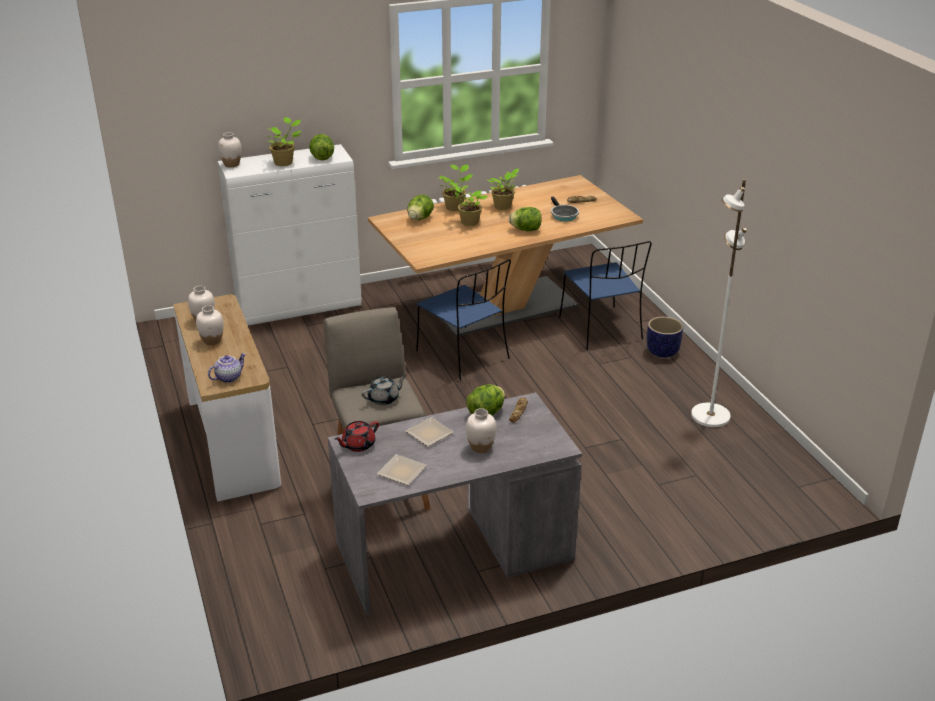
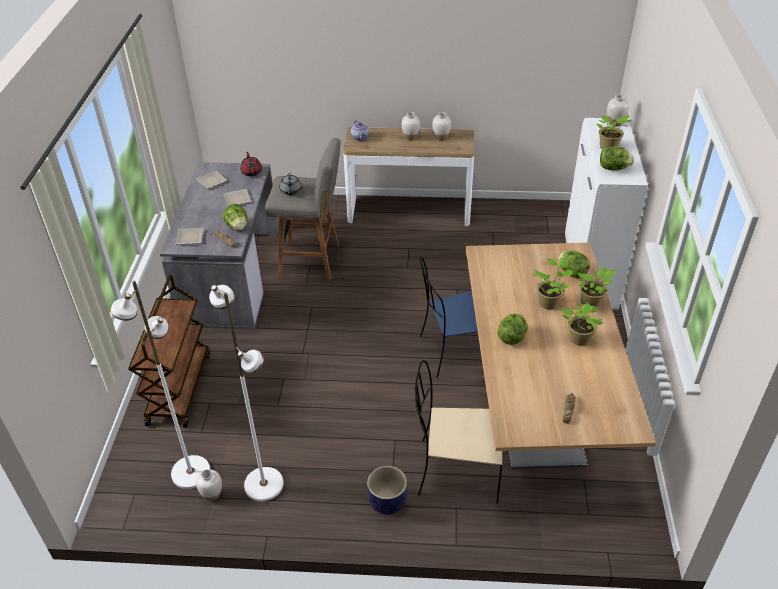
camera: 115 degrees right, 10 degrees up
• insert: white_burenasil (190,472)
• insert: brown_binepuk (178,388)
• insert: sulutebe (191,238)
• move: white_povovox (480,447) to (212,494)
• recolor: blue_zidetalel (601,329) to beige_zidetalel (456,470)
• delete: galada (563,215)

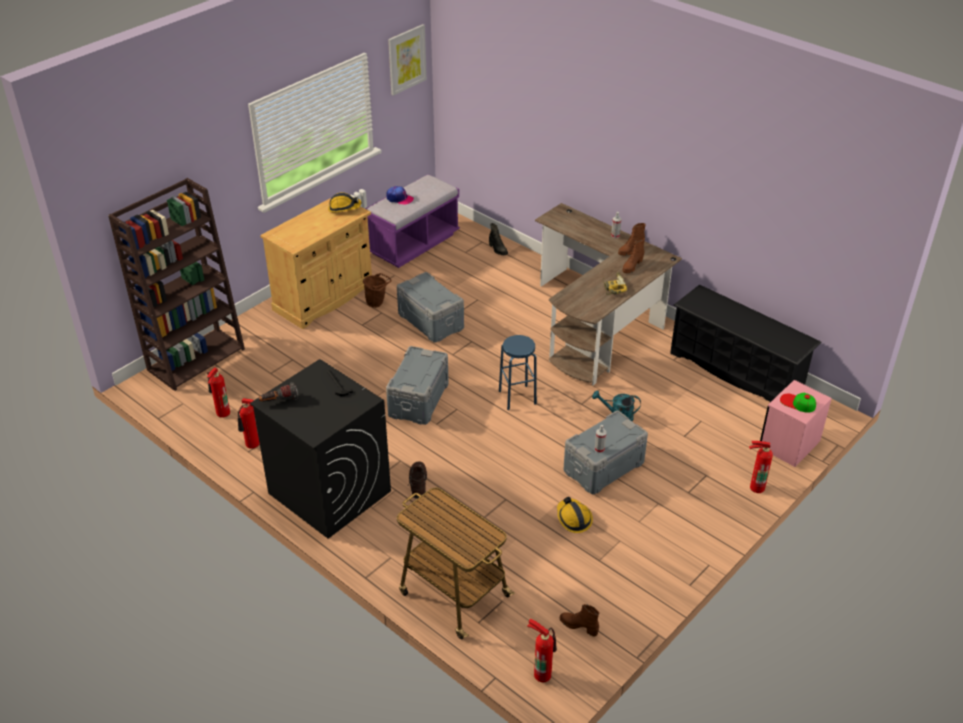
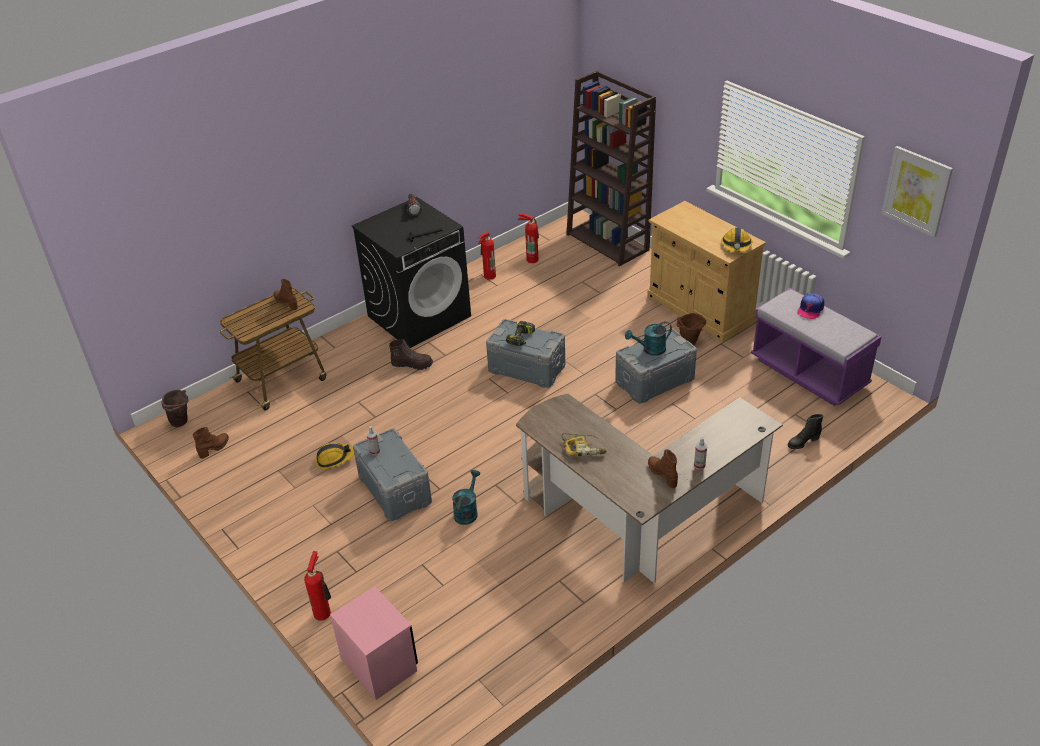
camera: 100 degrees right, 0 degrees up
• replace: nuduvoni (542,673) to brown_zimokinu (182,422)
• move: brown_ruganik (632,266) to (286,302)
• insert: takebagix (521,338)
• insert: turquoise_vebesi (650,350)
• delete: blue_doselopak (517,397)
• delete: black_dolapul (736,371)
• delete: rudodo (797,403)

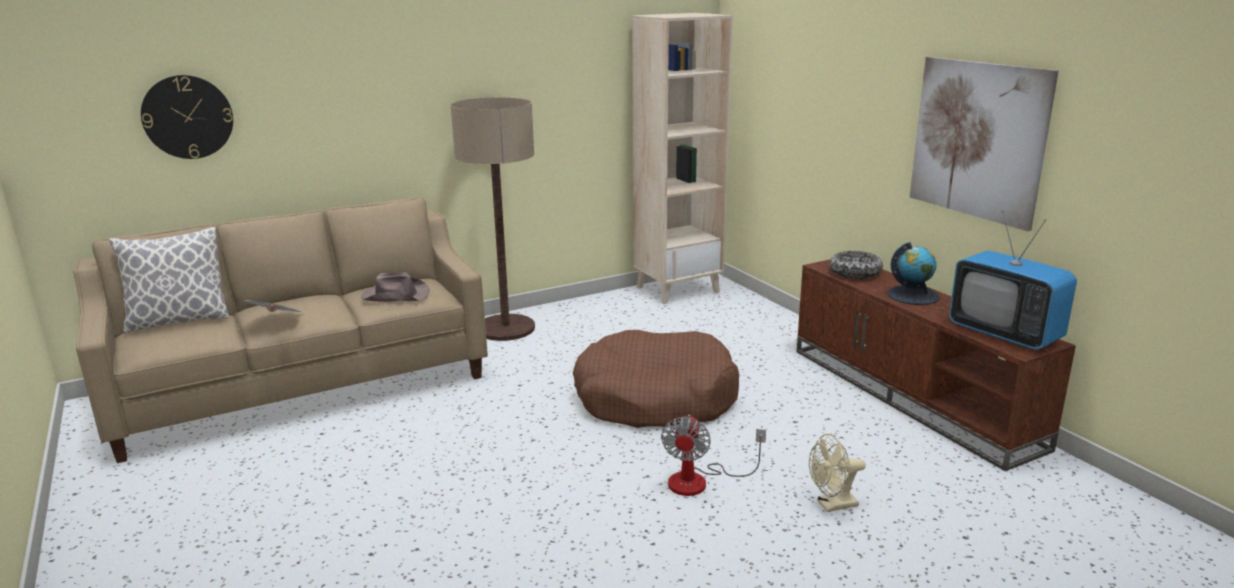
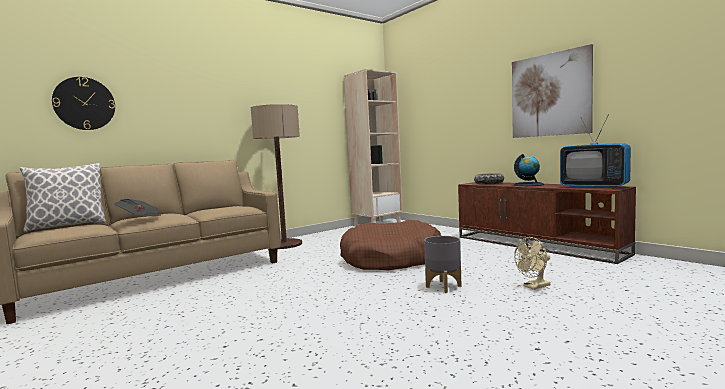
camera: 10 degrees left, 15 degrees down
• replace: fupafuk (700,481) to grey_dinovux (443,286)
• delete: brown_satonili (395,295)

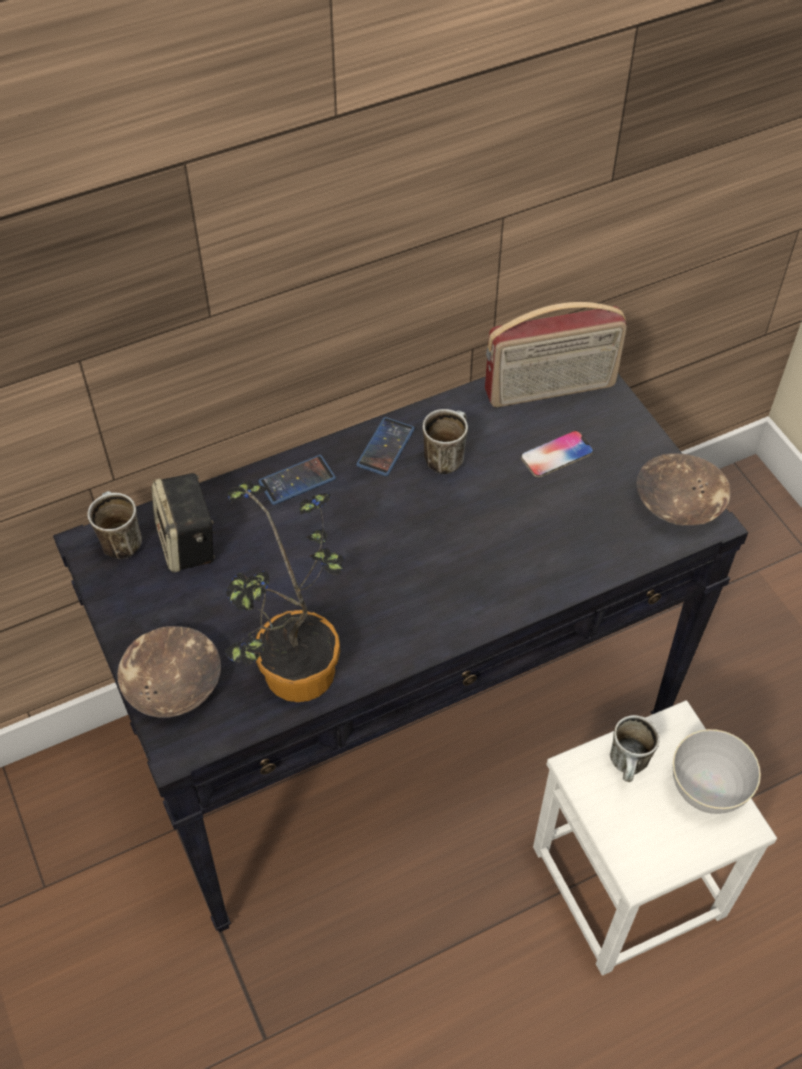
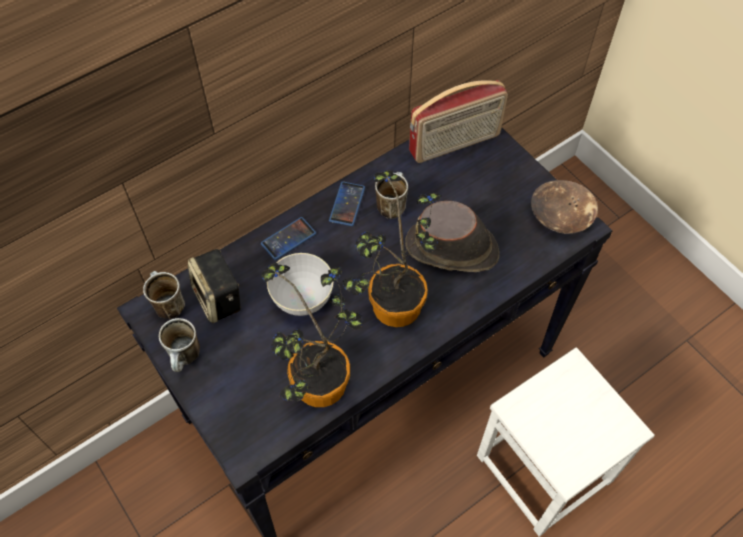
camera: 10 degrees left, 5 degrees up
• move: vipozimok (629,767) to (186,358)
• move: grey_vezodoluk (707,788) to (302,298)
• insert: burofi (390,310)
• insert: brown_satonili (452,249)
• delete: brown_vezodoluk (172,681)
• delete: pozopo (556,455)

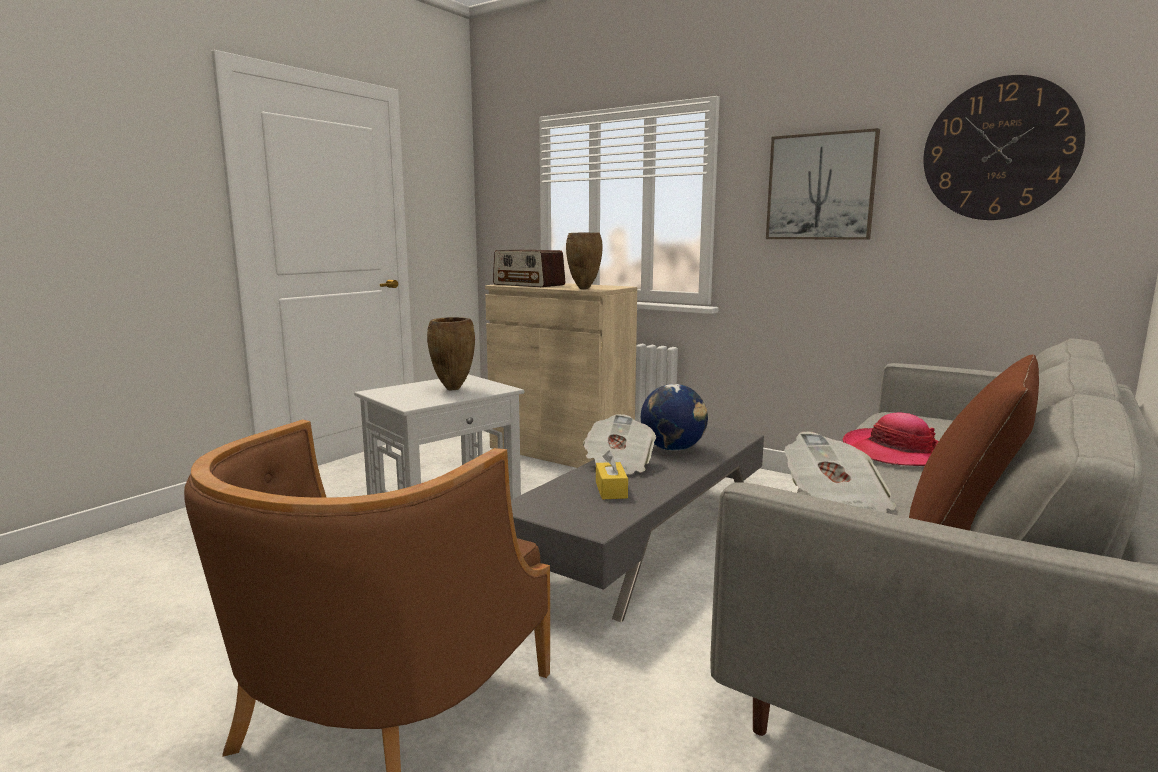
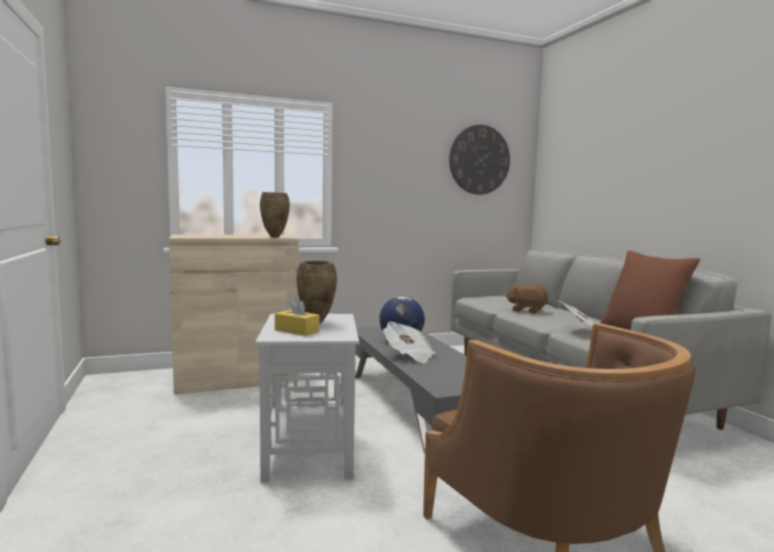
camera: 55 degrees left, 5 degrees down
• move: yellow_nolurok (611,490) to (297,331)
• replace: satonili (896,452) to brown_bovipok (527,310)
• delete: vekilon (529,285)
• delete: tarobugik (820,187)

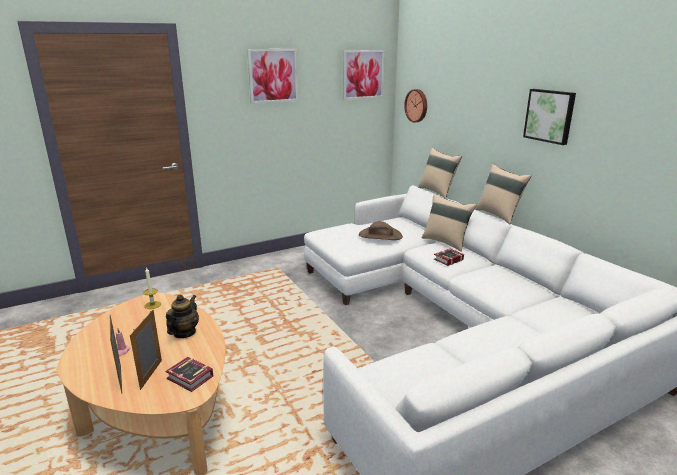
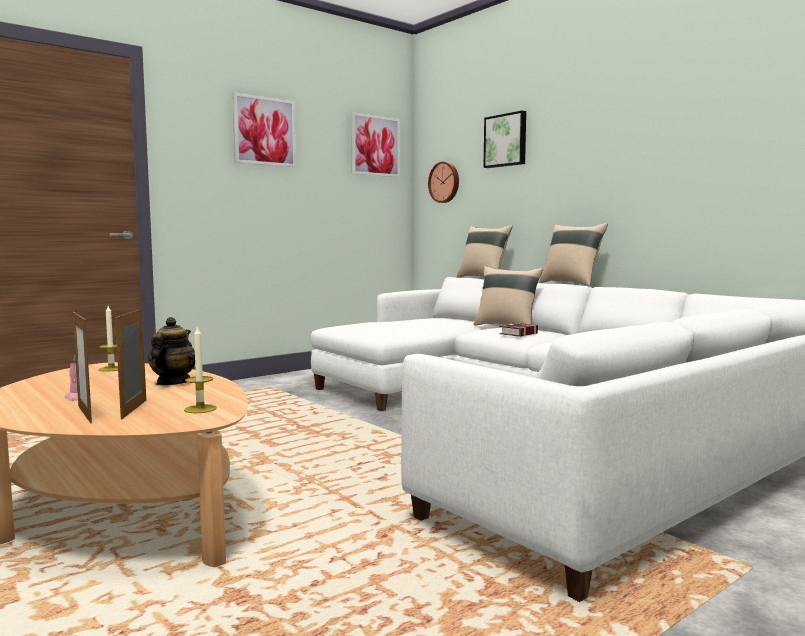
camera: 10 degrees left, 15 degrees down
• replace: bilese (190,379) to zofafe (200,409)
• move: tarobugik (550,116) to (506,140)
• delete: brown_satonili (380,236)

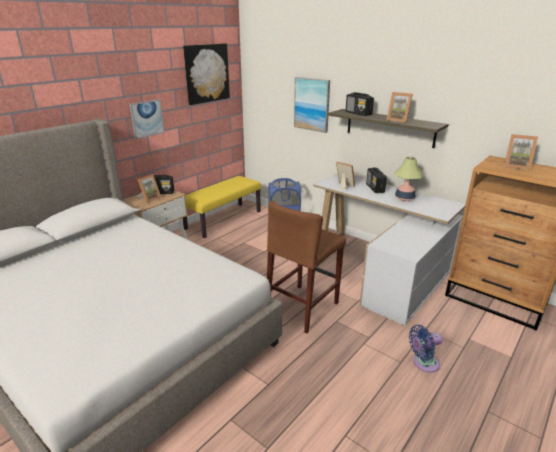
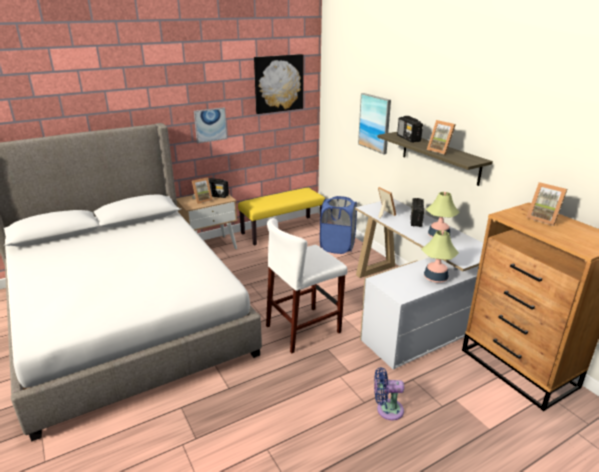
camera: 20 degrees right, 0 degrees up
• recolor: brown_doselopak (302,307) to white_doselopak (303,329)
• insert: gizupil (435,278)

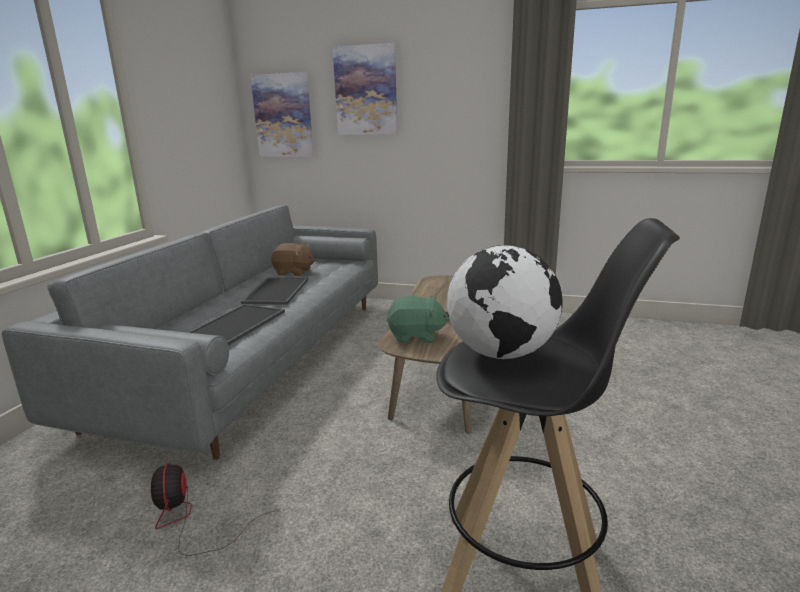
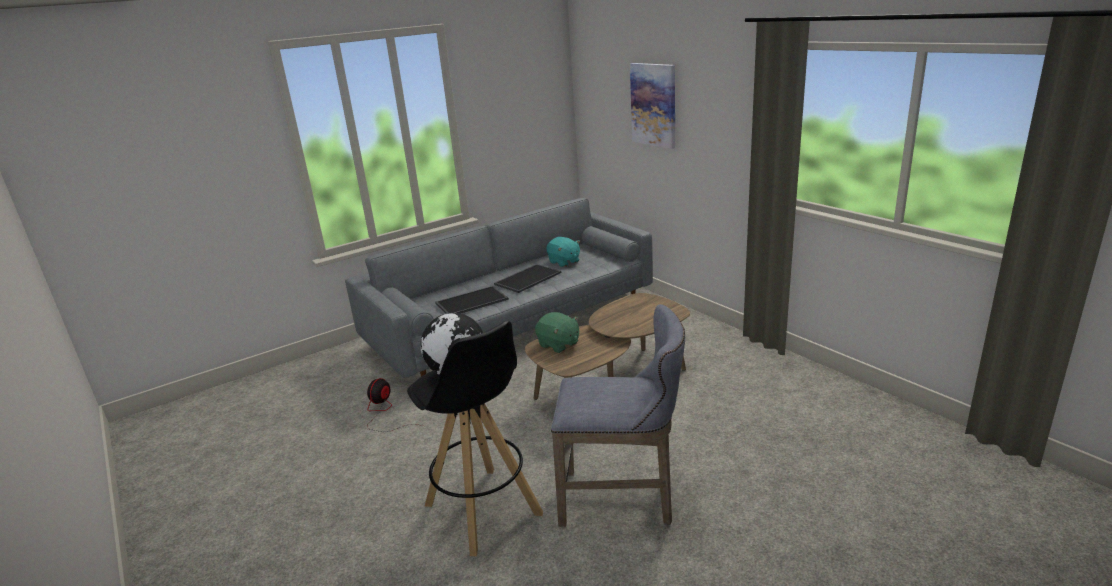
camera: 40 degrees right, 5 degrees up
• recolor: brown_bovipok (294,272) to turquoise_bovipok (564,262)
• insert: grey_doselopak (623,500)
• delete: tarobugik (283,116)

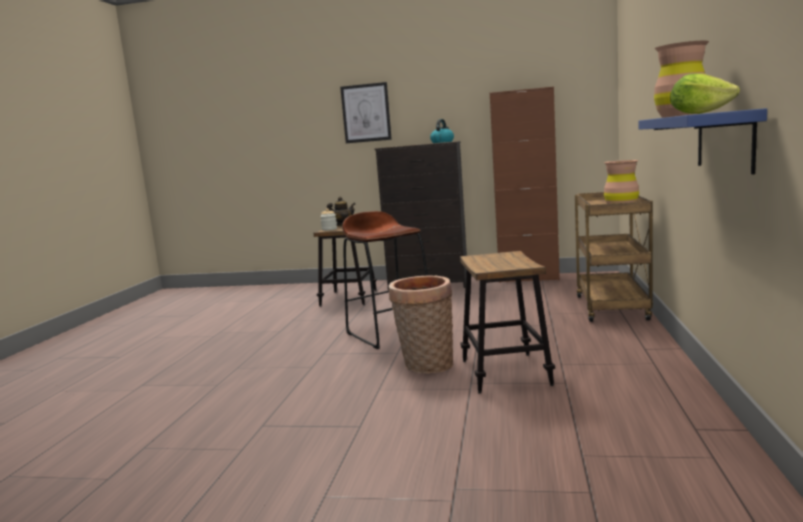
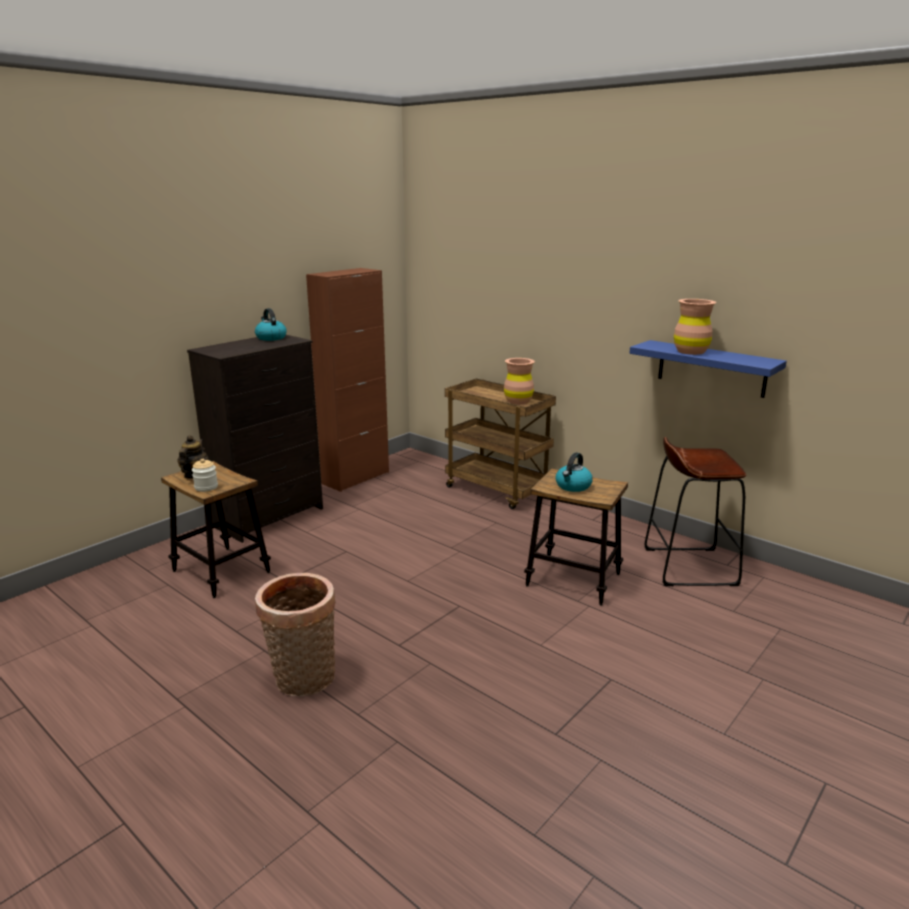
camera: 60 degrees left, 10 degrees up
• move: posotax (425,366) to (303,681)
• insert: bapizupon (573,486)
• move: brown_doselopak (390,333) to (689,566)
• delete: tarobugik (366,113)
• delete: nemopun (699,113)

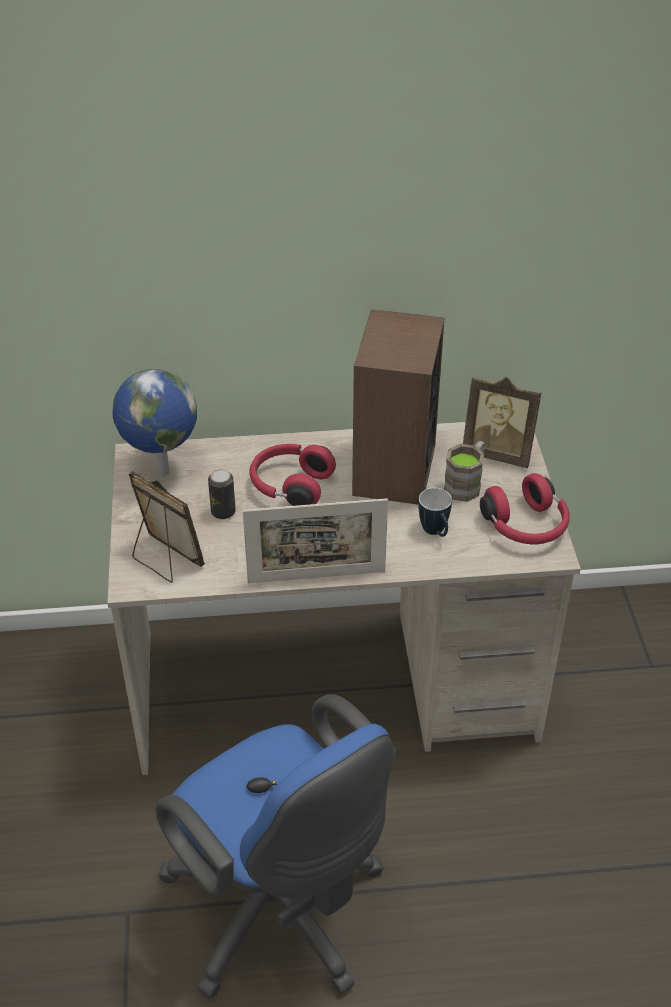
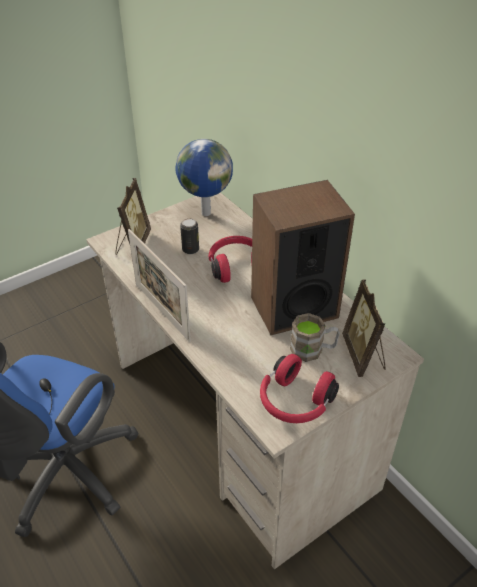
camera: 60 degrees right, 0 degrees up
• delete: vipozimok (435,533)

